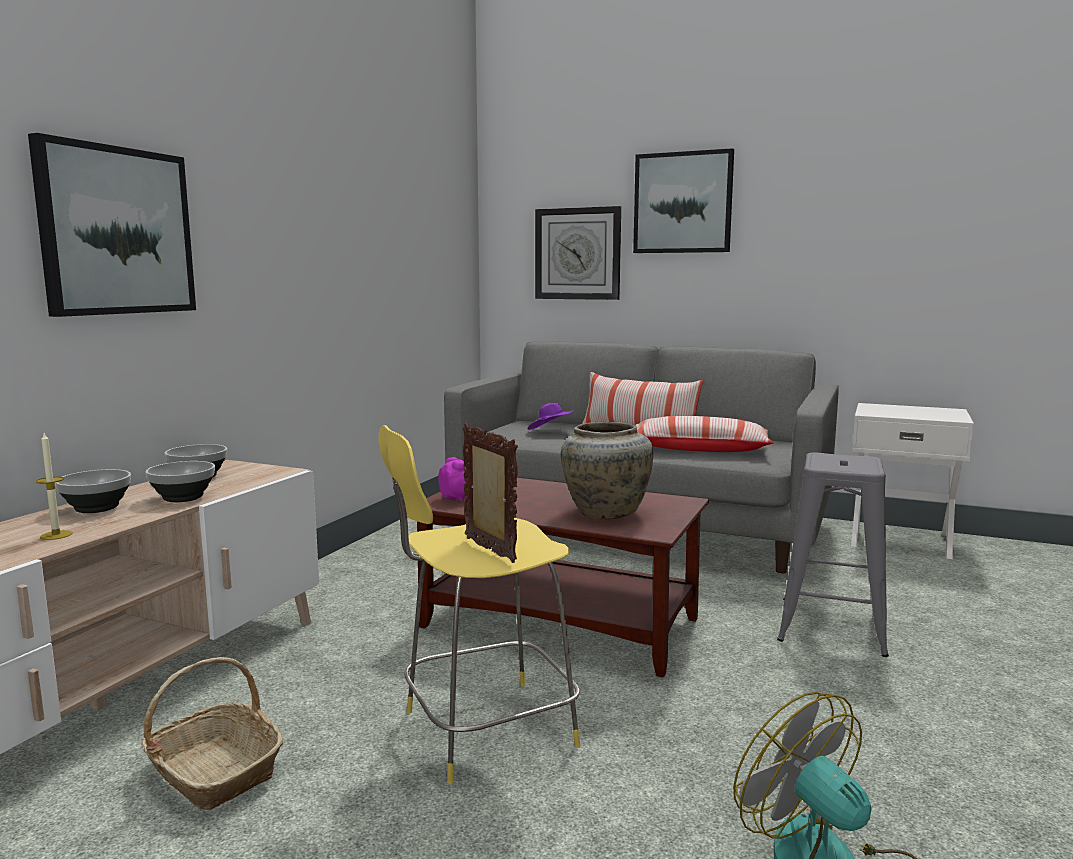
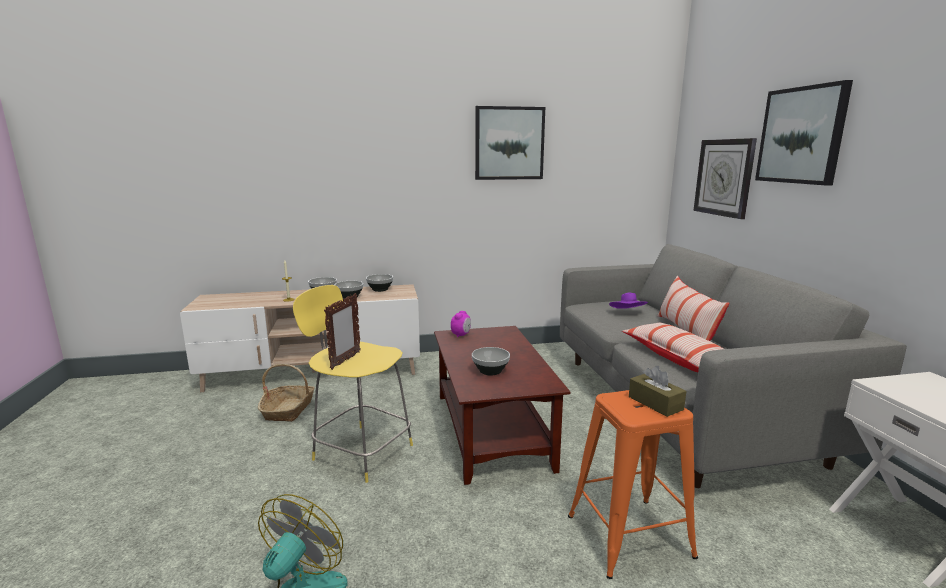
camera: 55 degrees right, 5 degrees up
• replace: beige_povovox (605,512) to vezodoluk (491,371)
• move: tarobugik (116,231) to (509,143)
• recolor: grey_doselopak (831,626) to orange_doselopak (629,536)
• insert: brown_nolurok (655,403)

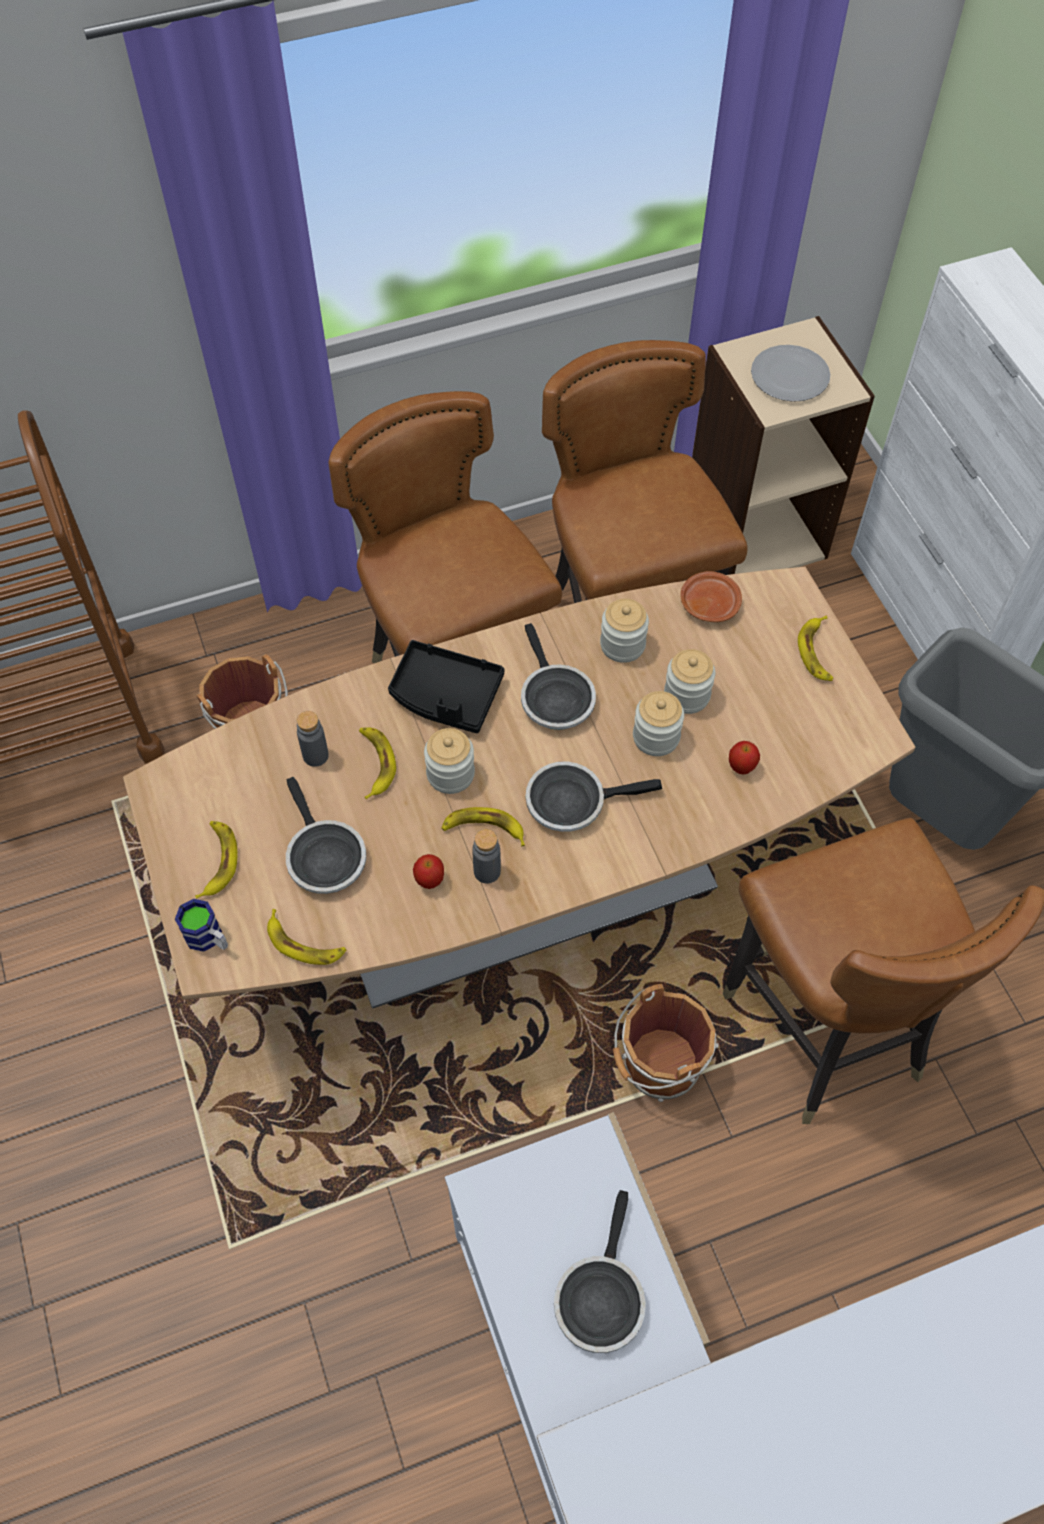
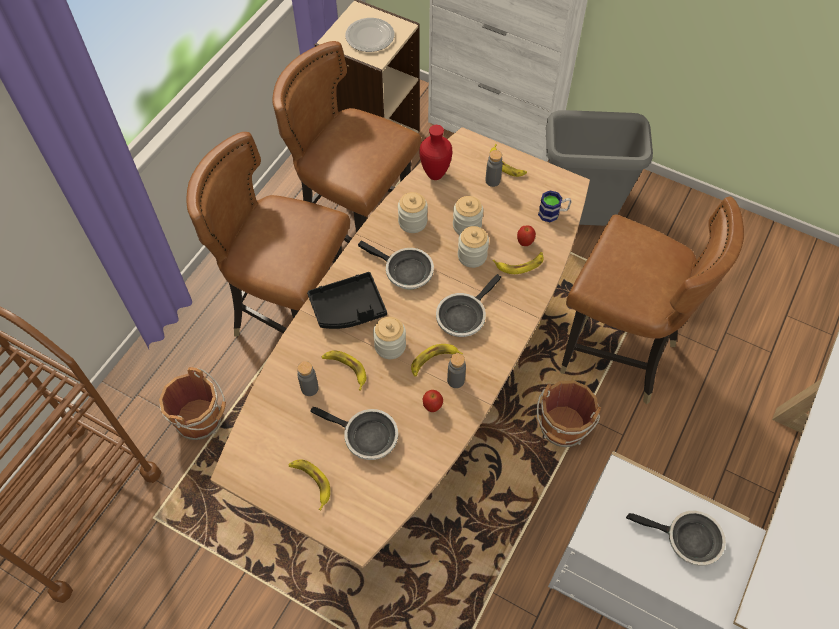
camera: 40 degrees left, 0 degrees up
• replace: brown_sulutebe (709,603) to red_povovox (434,174)
• insert: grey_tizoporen (492,181)
• move: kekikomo (304,943) to (520,264)
• move: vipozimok (209,938) to (553,213)
• rotate: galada (599,1297) = (688,539) 45 degrees counterclockwise

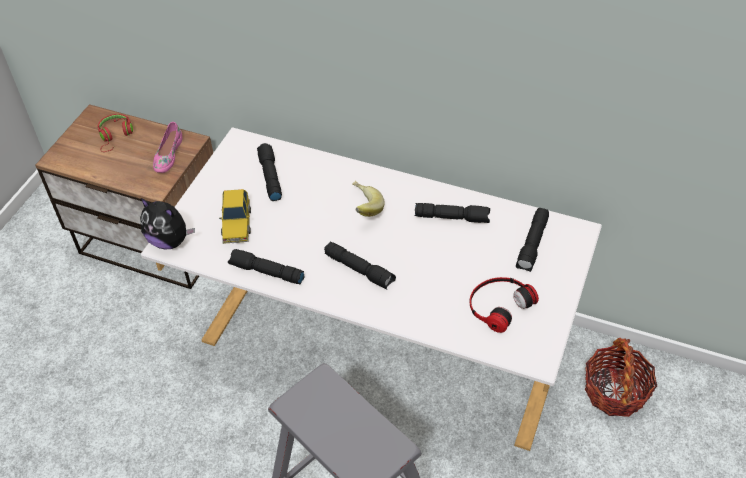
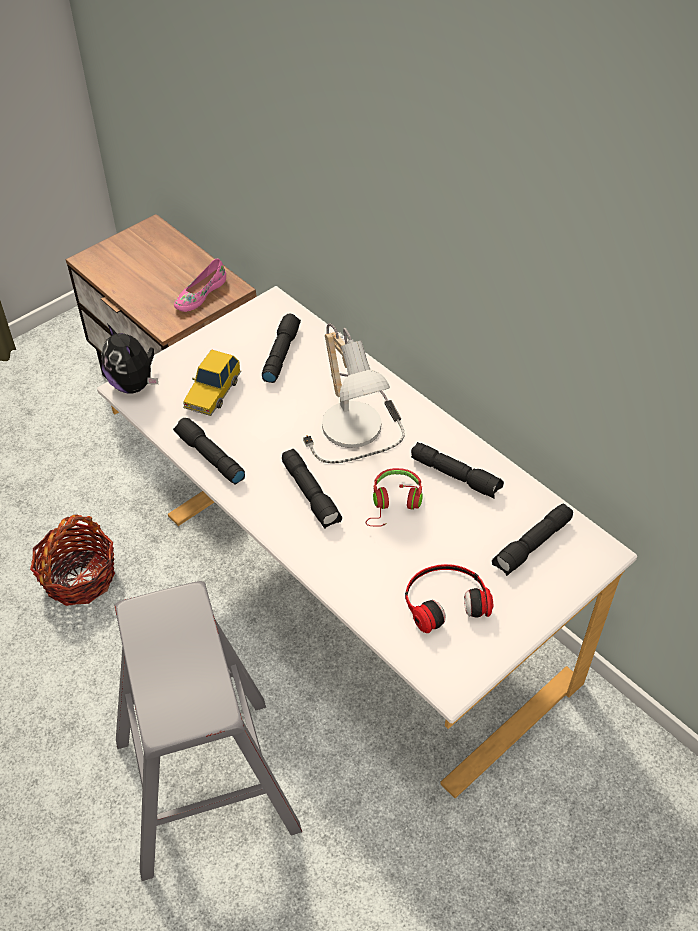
camera: 25 degrees right, 0 degrees up
• move: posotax (614,391) to (79,577)
• replace: kekikomo (362,208) to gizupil (359,427)
• move: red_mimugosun (115,136) to (394,503)

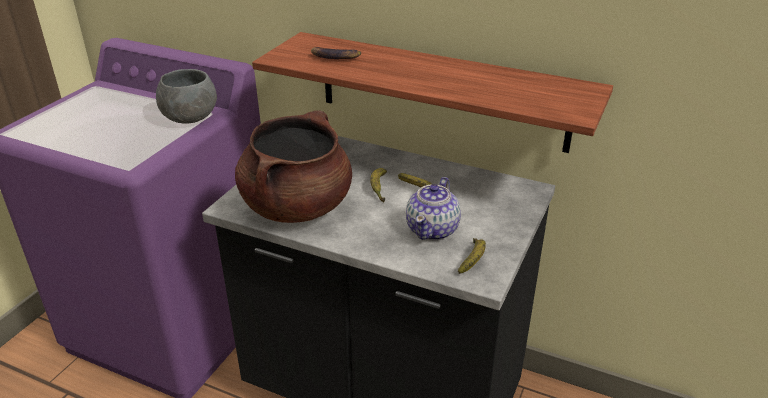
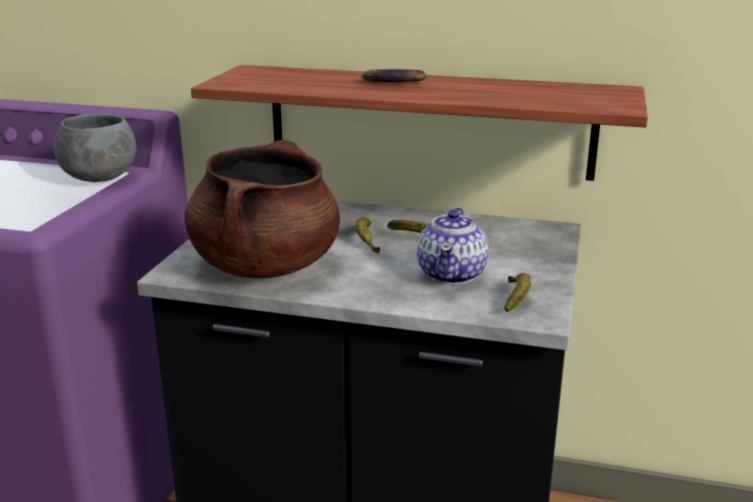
camera: 10 degrees left, 10 degrees down
• move: kekikomo (334,57) to (392,82)

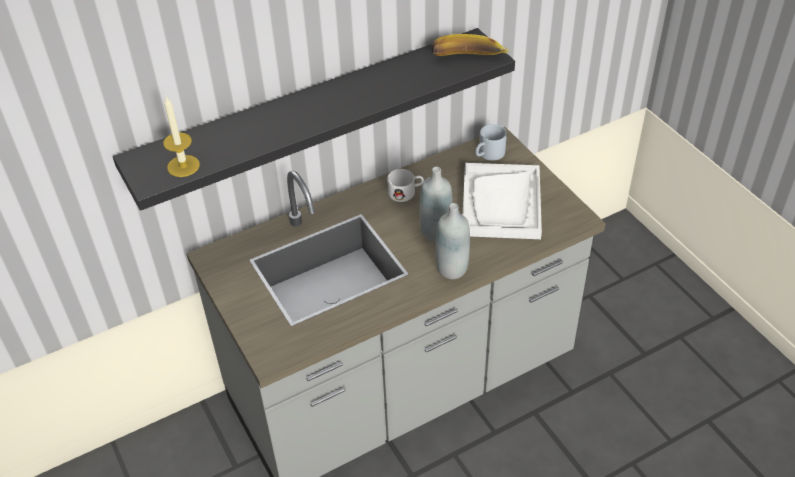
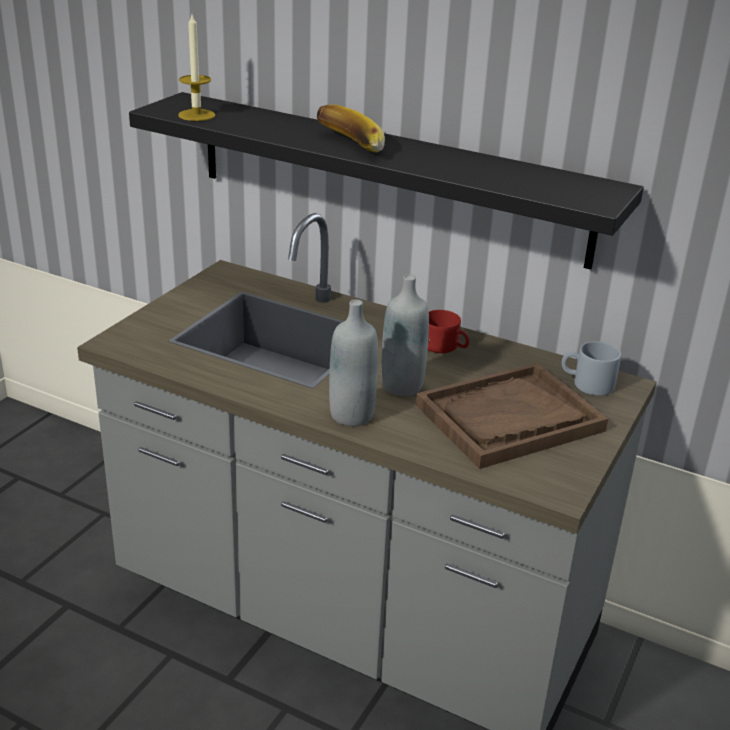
camera: 55 degrees right, 15 degrees down
• move: kekikomo (468,60) to (347,146)
• recolor: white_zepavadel (501,203) to brown_zepavadel (509,418)
• recolor: white_vipozimok (406,192) to red_vipozimok (445,347)

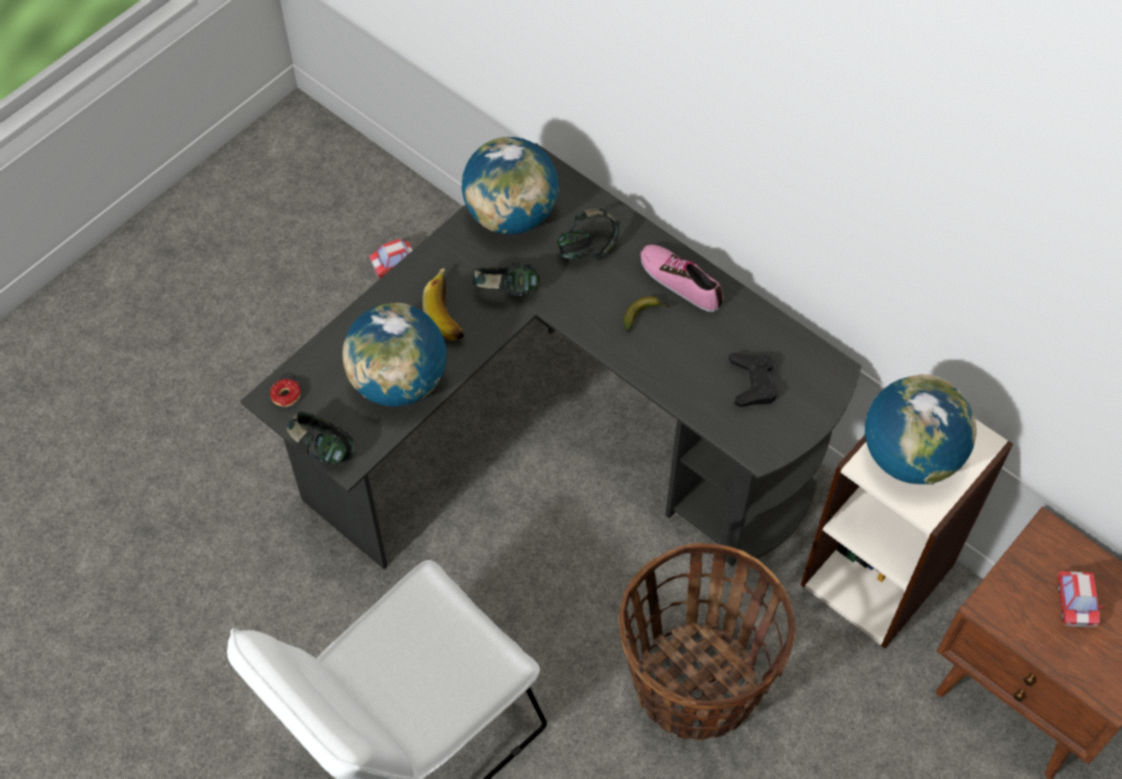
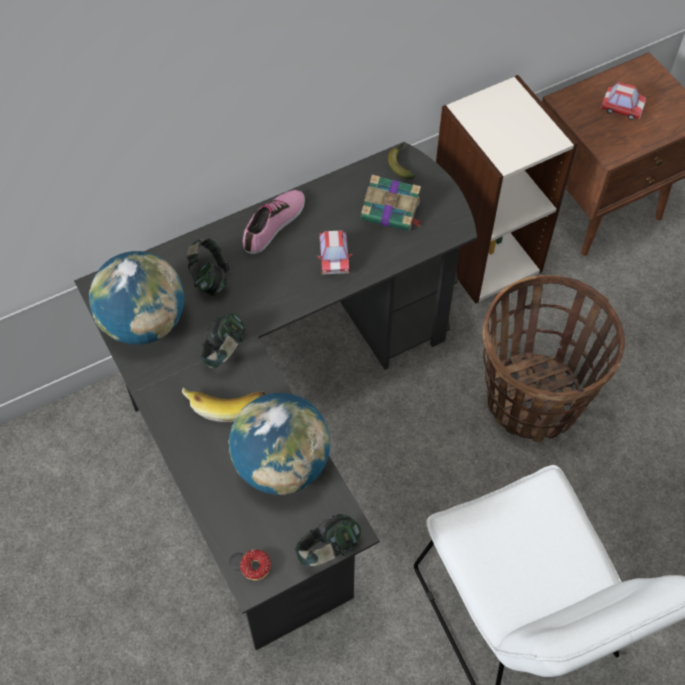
camera: 70 degrees left, 0 degrees up
• rotate: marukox (681,281) = (274,225) 150 degrees clockwise
• move: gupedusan (394,264) to (334,258)
• replace: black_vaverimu (753,383) to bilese (392,211)
• move: kekikomo (645,315) to (400,164)
• delete: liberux (909,456)

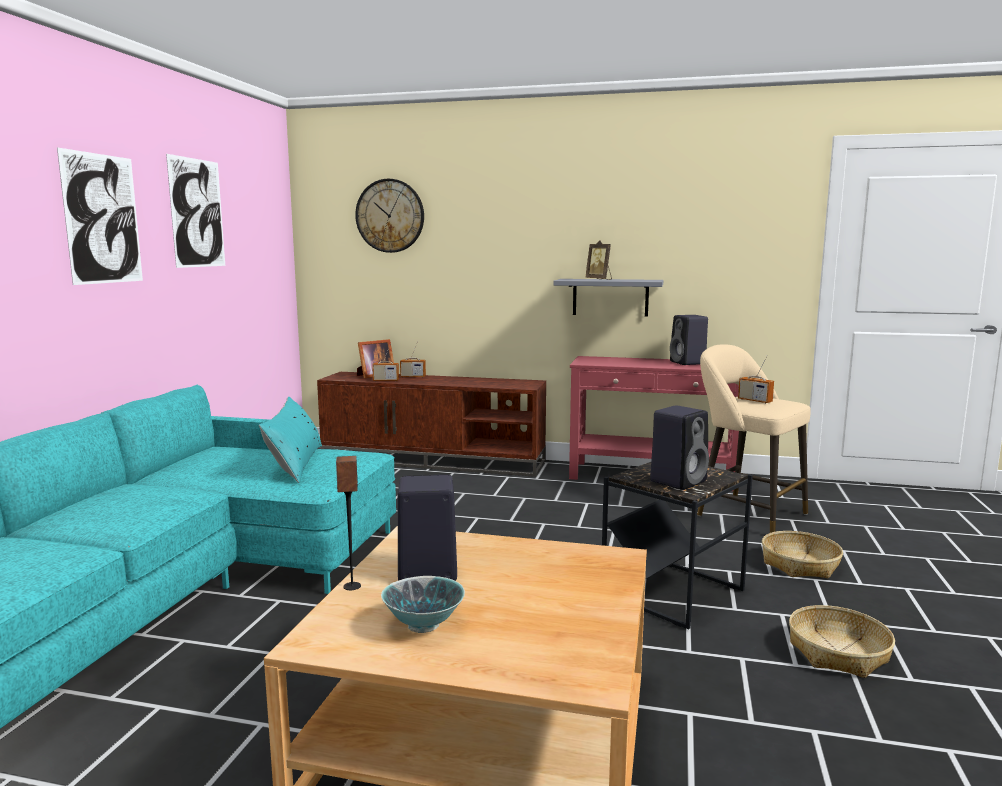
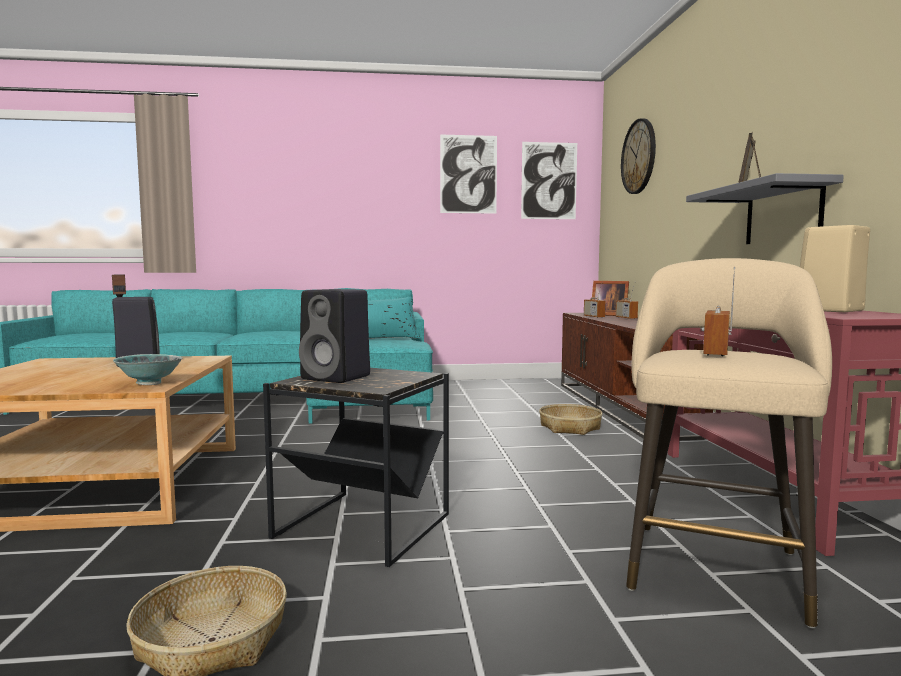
camera: 70 degrees right, 5 degrees down
• move: vezodoluk (424,626) to (149,384)
• move: tarobugik (103,219) to (549,181)
• move: posotax (799,564) to (570,427)
• recolor: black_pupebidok (688,363) to beige_pupebidok (829,310)

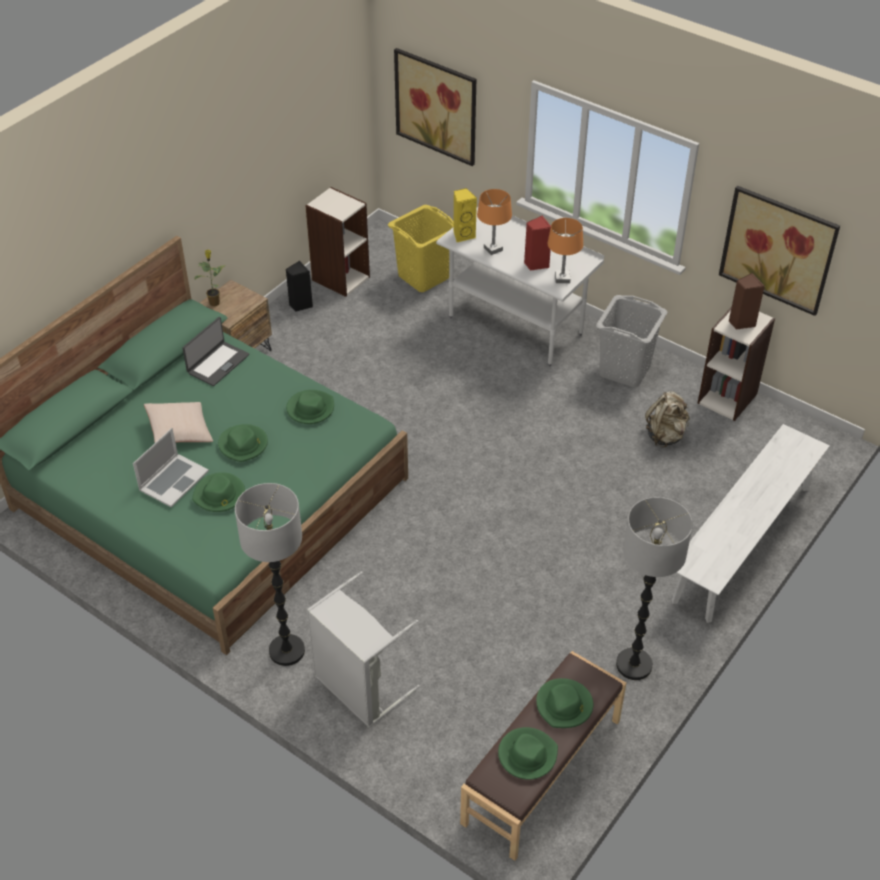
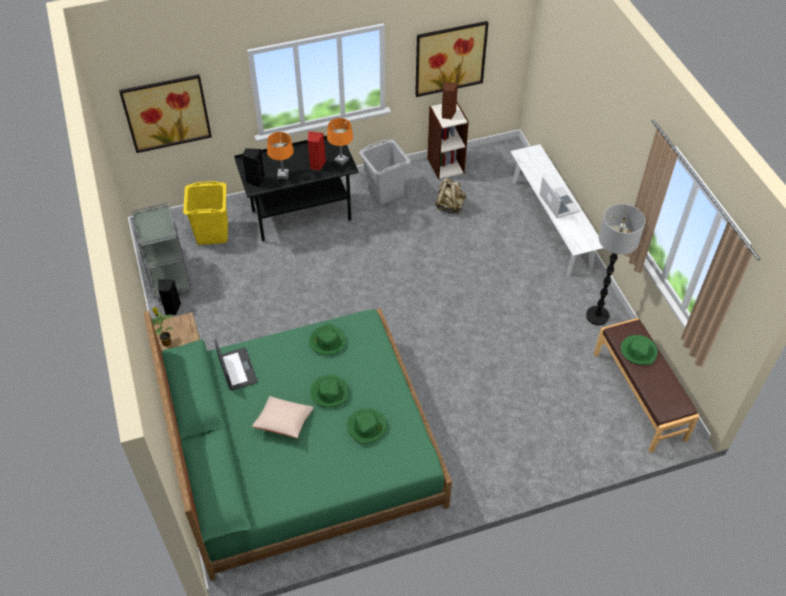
camera: 55 degrees left, 5 degrees up
• replace: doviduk (340,278) to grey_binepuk (168,274)
• recolor: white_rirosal (515,326) to black_rirosal (301,216)
• recolor: yellow_pupebidok (463,235) to black_pupebidok (255,181)
• move: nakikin (173,480) to (559,203)
• delete: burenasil (286,651)
• delete: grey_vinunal (358,688)
• delete: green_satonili (527,755)

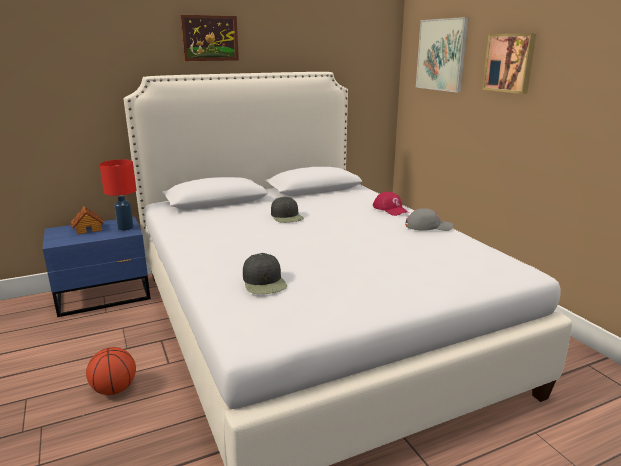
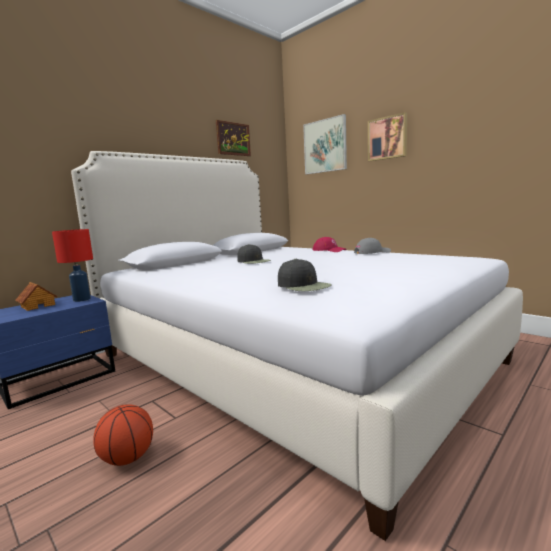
camera: 20 degrees left, 10 degrees down
• move: tarobugik (210,38) to (233,139)

